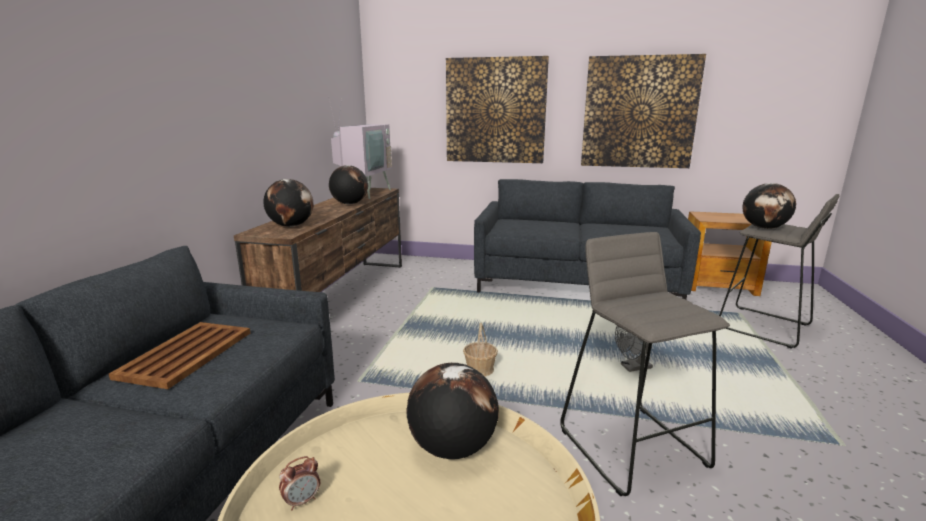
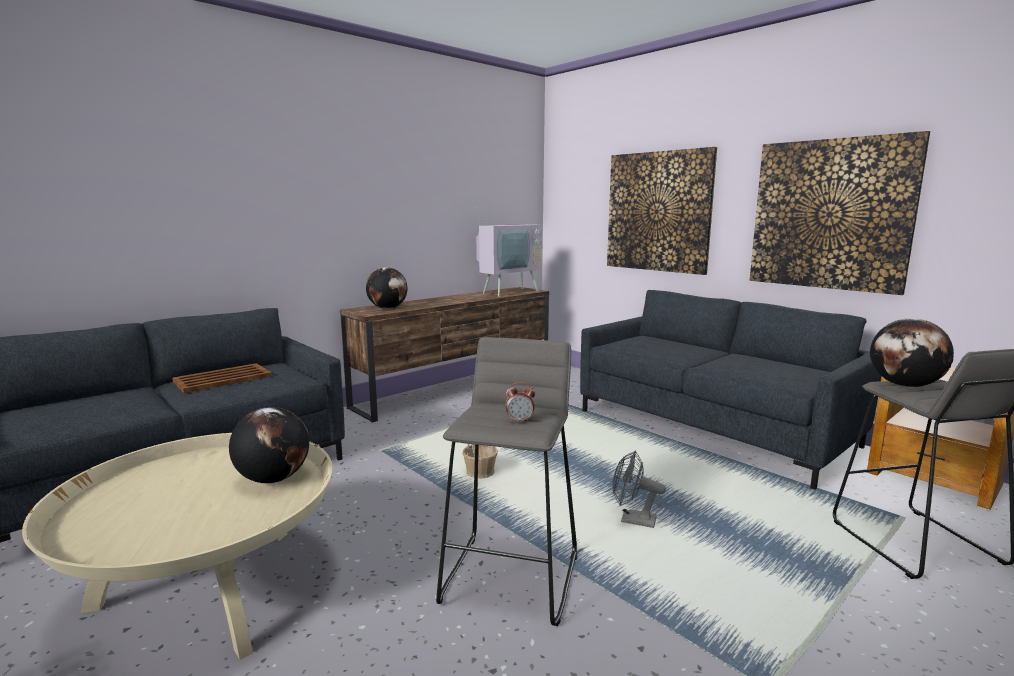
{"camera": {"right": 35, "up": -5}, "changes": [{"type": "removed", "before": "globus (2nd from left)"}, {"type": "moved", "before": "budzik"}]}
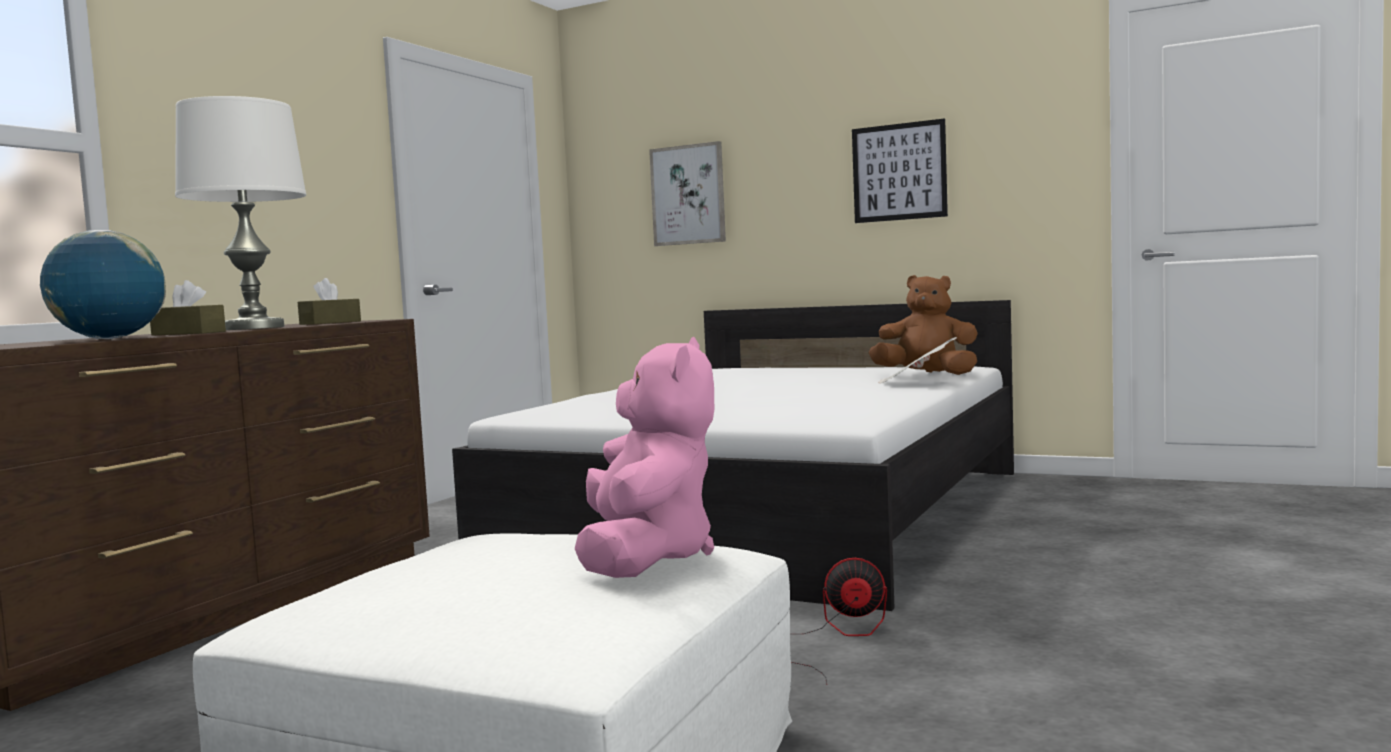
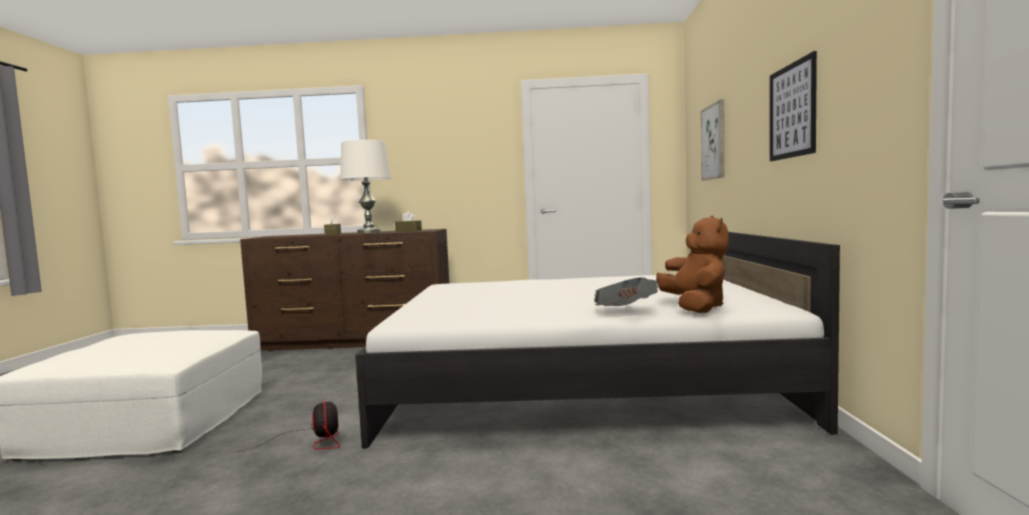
{"camera": {"right": 65, "up": 0}, "changes": [{"type": "removed", "before": "globus"}, {"type": "removed", "before": "pluszak (różowy)"}]}
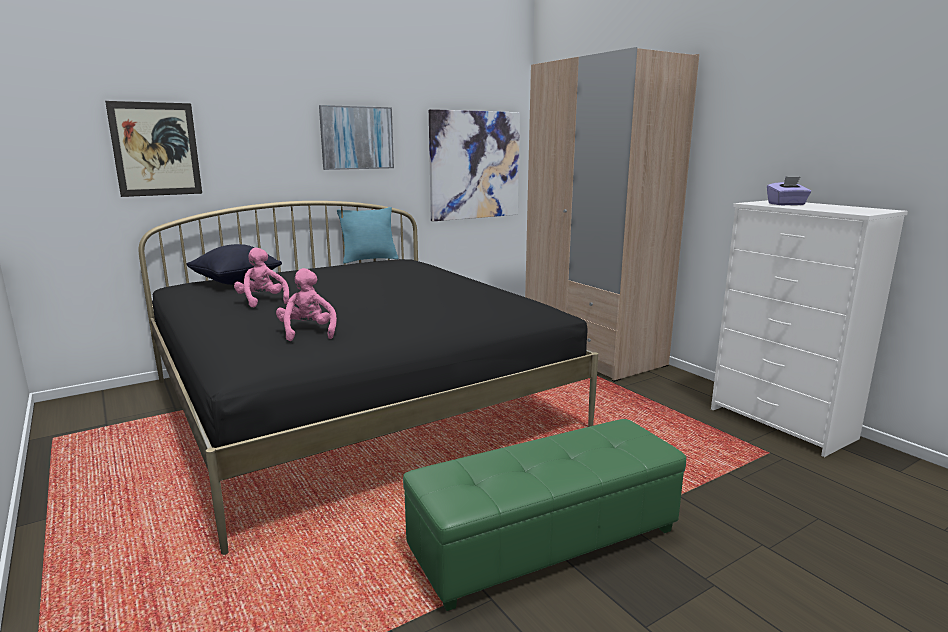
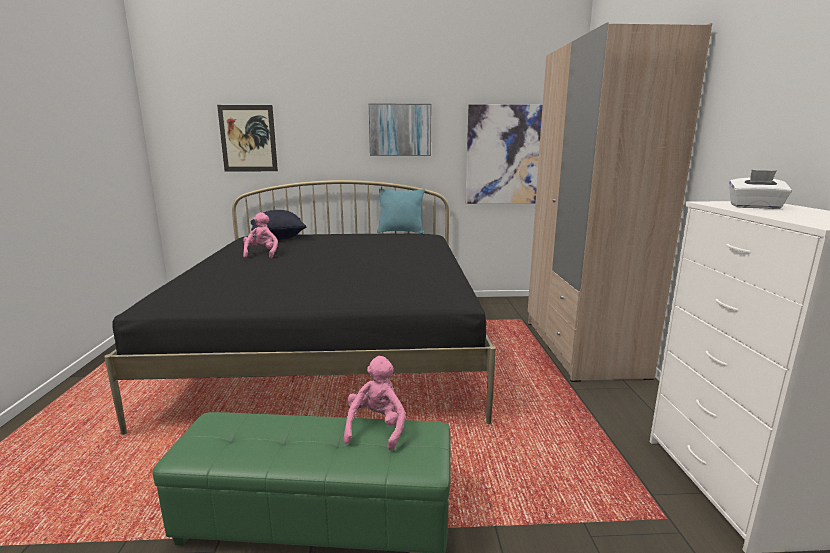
{"camera": {"right": 30, "up": 0}, "changes": [{"type": "moved", "before": "pluszak (różowy) (2nd from left)"}, {"type": "recoloured", "before": "pudełko chusteczek (fioletowy)", "after": "pudełko chusteczek (biały)"}]}
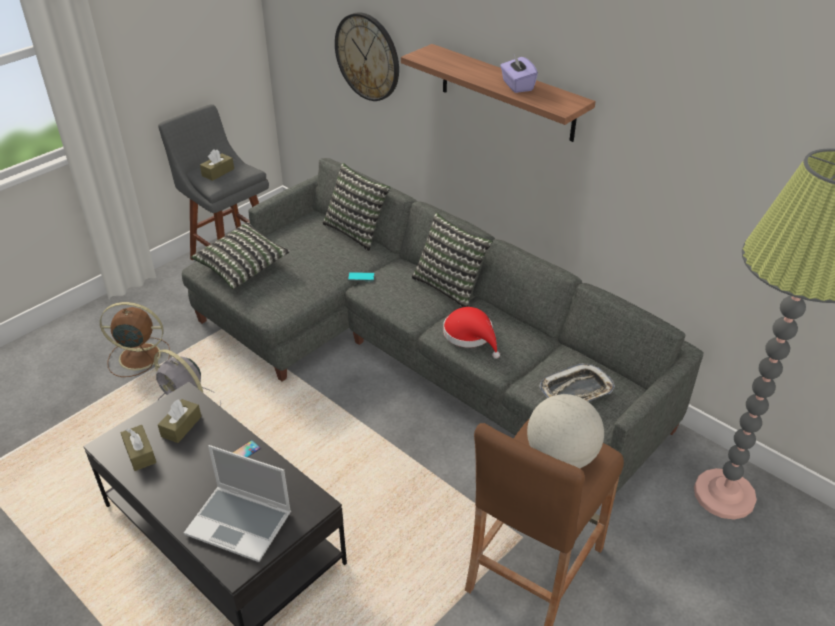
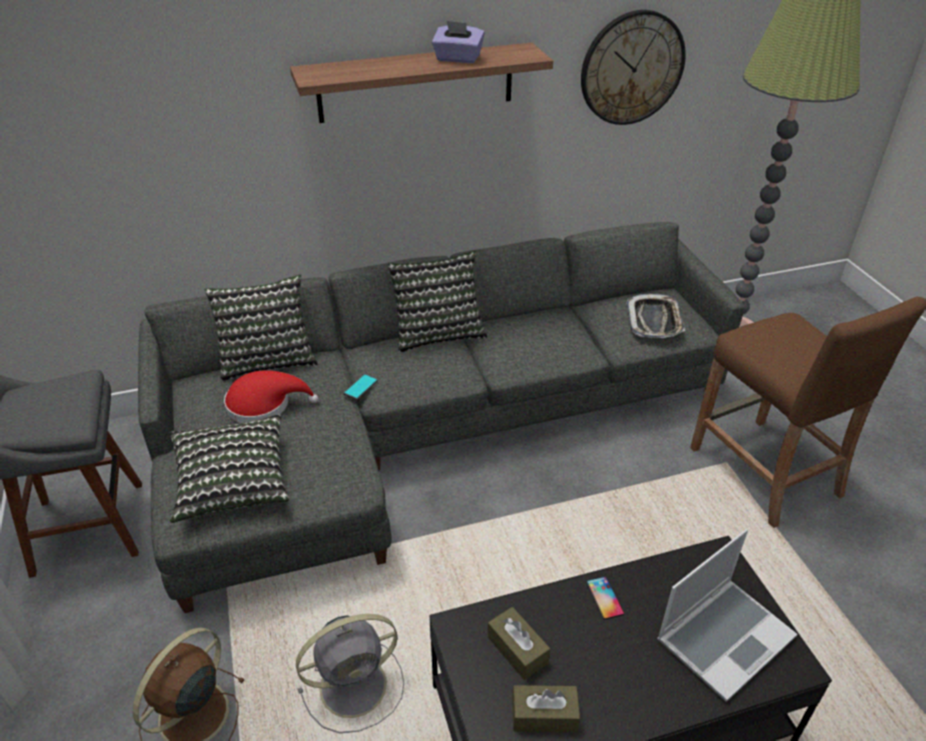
{"camera": {"right": -60, "up": 0}, "changes": [{"type": "removed", "before": "pudełko chusteczek (brązowy) (3rd from left)"}, {"type": "removed", "before": "globus"}, {"type": "moved", "before": "zegar ścienny"}, {"type": "moved", "before": "kapelusz (czerwony)"}]}
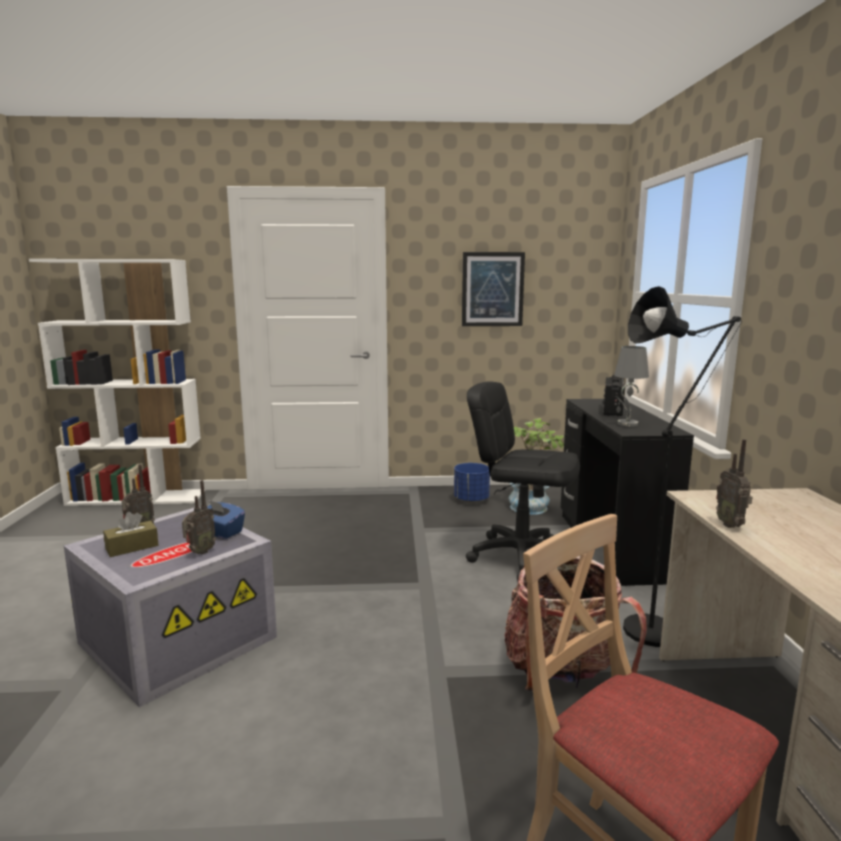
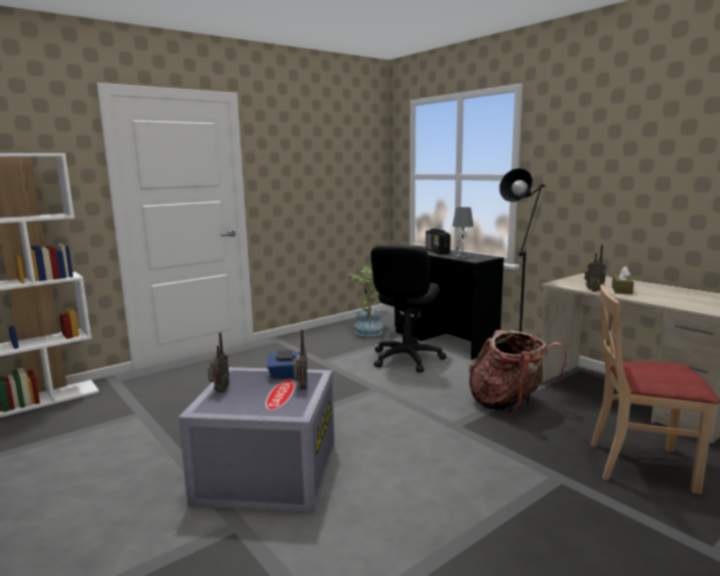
{"camera": {"right": -35, "up": 0}, "changes": [{"type": "removed", "before": "donica (niebieski)"}, {"type": "removed", "before": "obraz"}, {"type": "moved", "before": "pudełko chusteczek (brązowy)"}, {"type": "turned", "before": "krzesło biurowe (czarny)", "turn": -60}]}
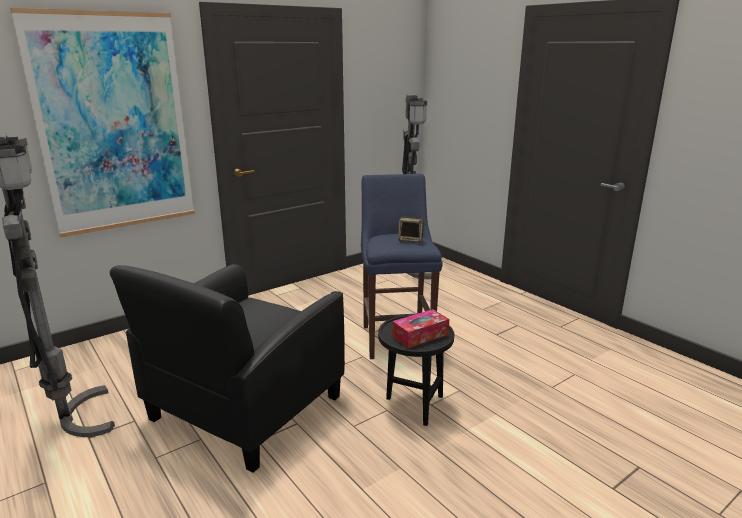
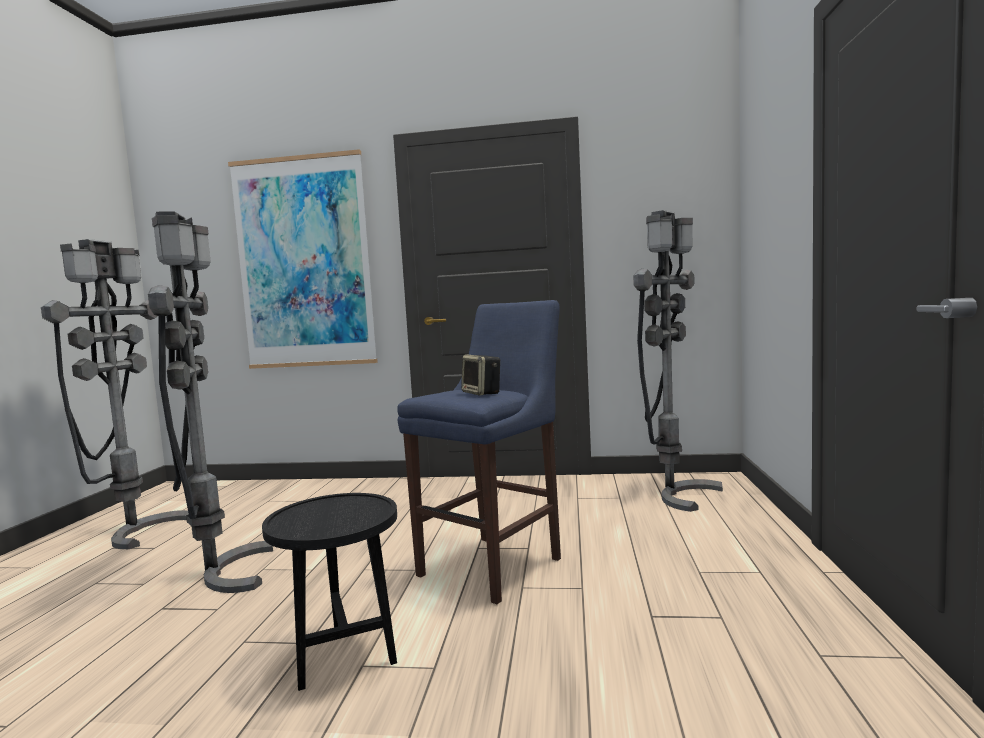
{"camera": {"right": 45, "up": -15}, "changes": [{"type": "removed", "before": "pudełko chusteczek"}, {"type": "replaced", "before": "fotel (czarny)", "after": "lampa stojąca (szary) (2nd from left)"}]}
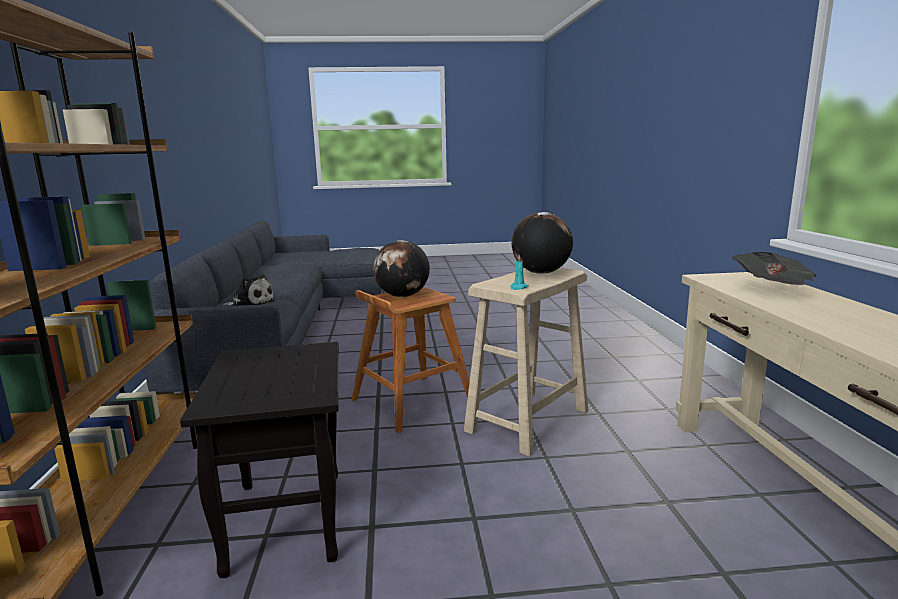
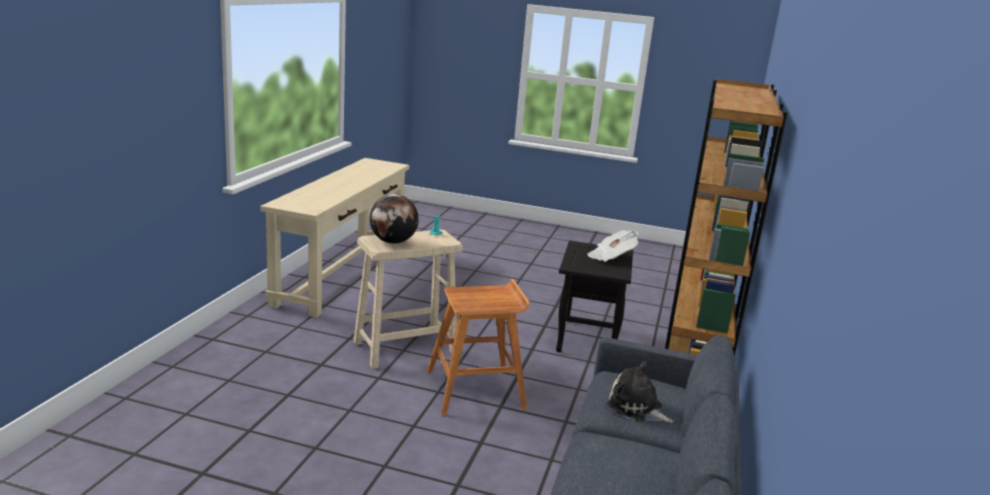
{"camera": {"right": -160, "up": 5}, "changes": [{"type": "removed", "before": "globus (1st from left)"}, {"type": "moved", "before": "gazeta"}]}
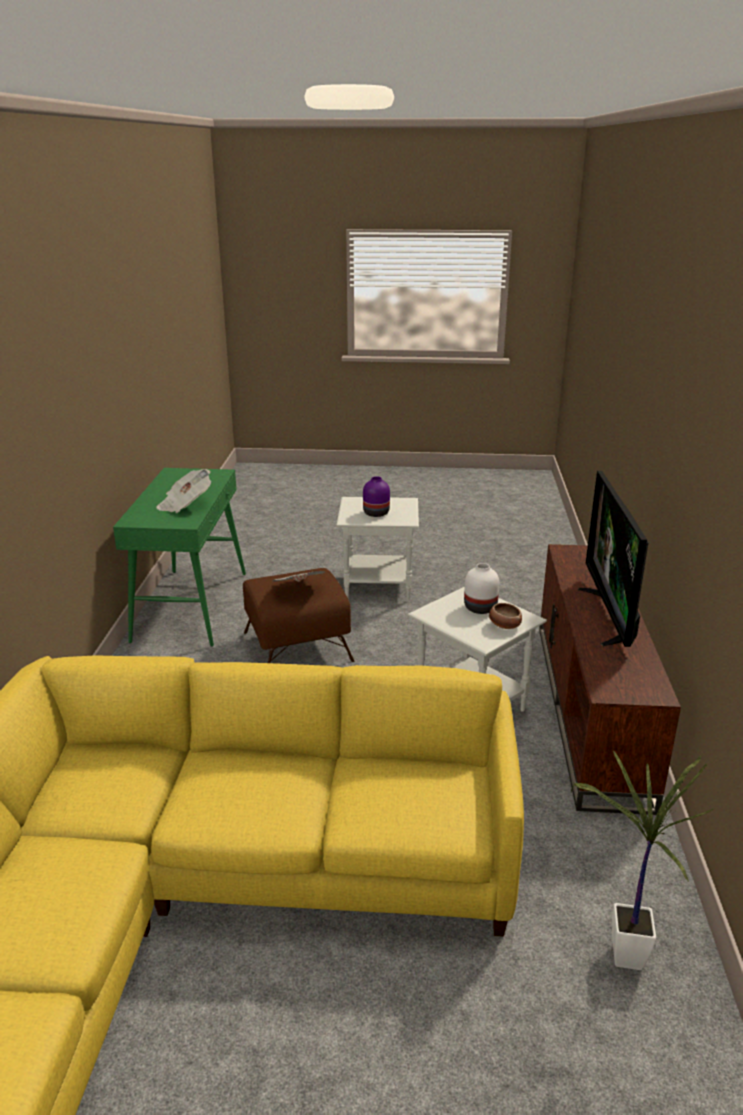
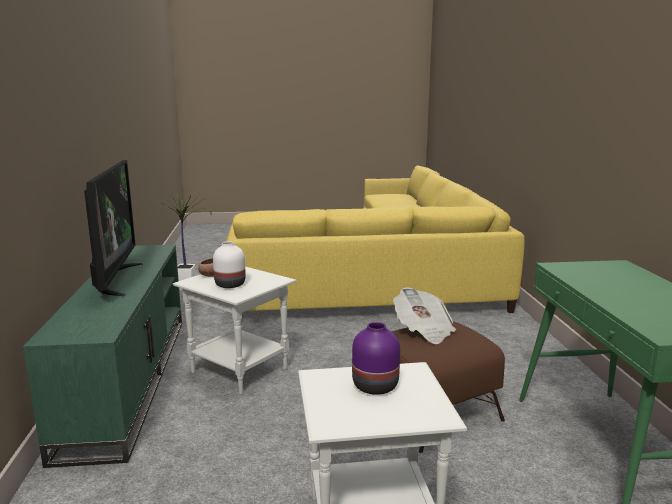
{"camera": {"right": 170, "up": -10}, "changes": [{"type": "removed", "before": "gazeta (1st from left)"}, {"type": "recoloured", "before": "szafka pod telewizor (brązowy)", "after": "szafka pod telewizor (zielony)"}]}
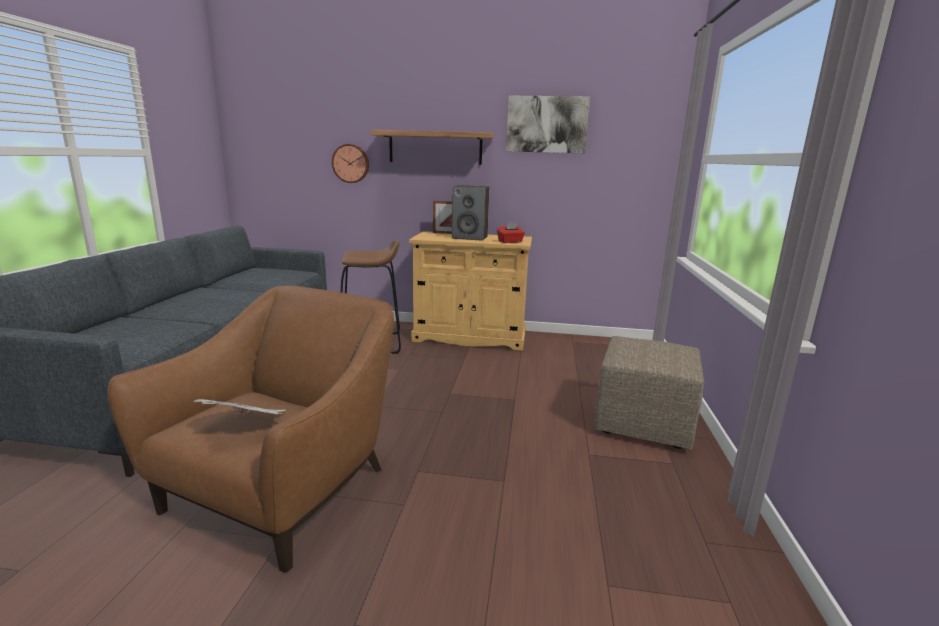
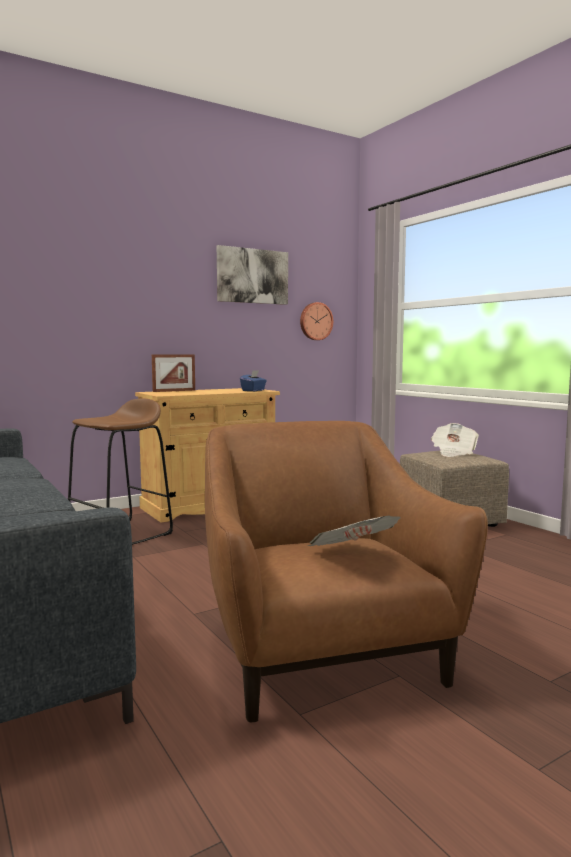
{"camera": {"right": -40, "up": -10}, "changes": [{"type": "removed", "before": "półka"}, {"type": "removed", "before": "głośnik"}, {"type": "added", "after": "gazeta (2nd from left)"}, {"type": "moved", "before": "zegar ścienny"}, {"type": "recoloured", "before": "pudełko chusteczek (czerwony)", "after": "pudełko chusteczek (niebieski)"}]}
